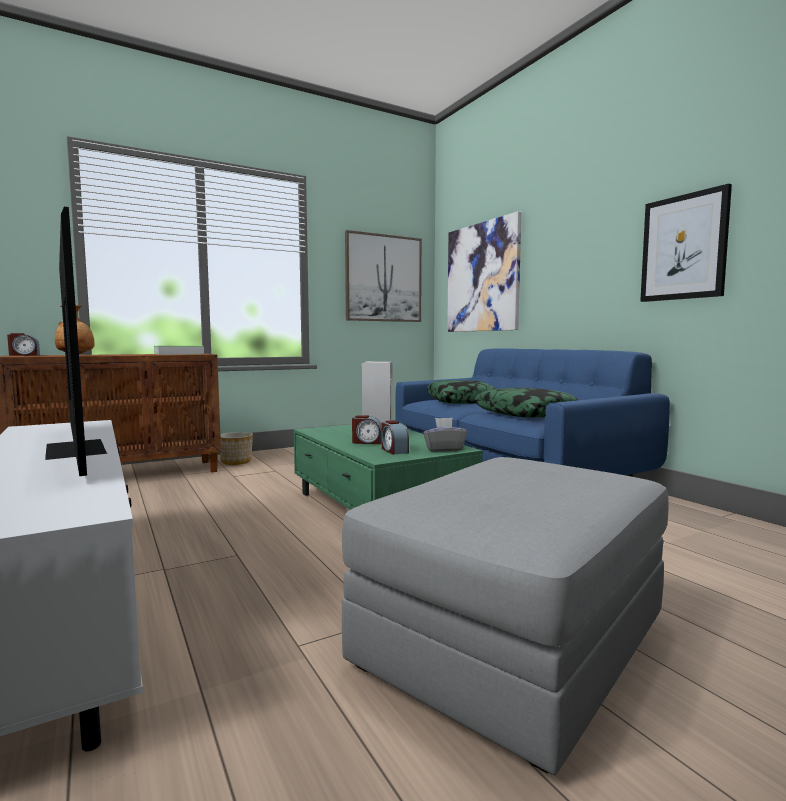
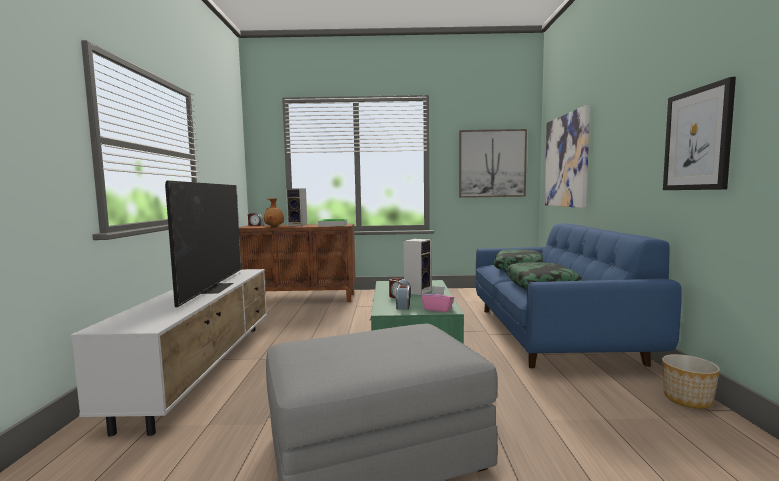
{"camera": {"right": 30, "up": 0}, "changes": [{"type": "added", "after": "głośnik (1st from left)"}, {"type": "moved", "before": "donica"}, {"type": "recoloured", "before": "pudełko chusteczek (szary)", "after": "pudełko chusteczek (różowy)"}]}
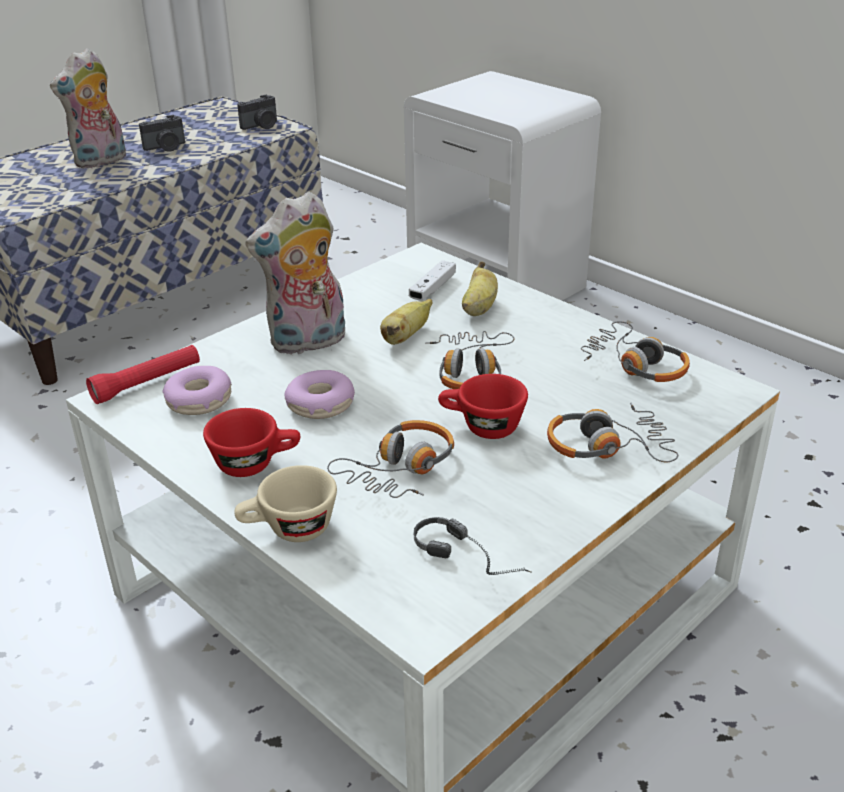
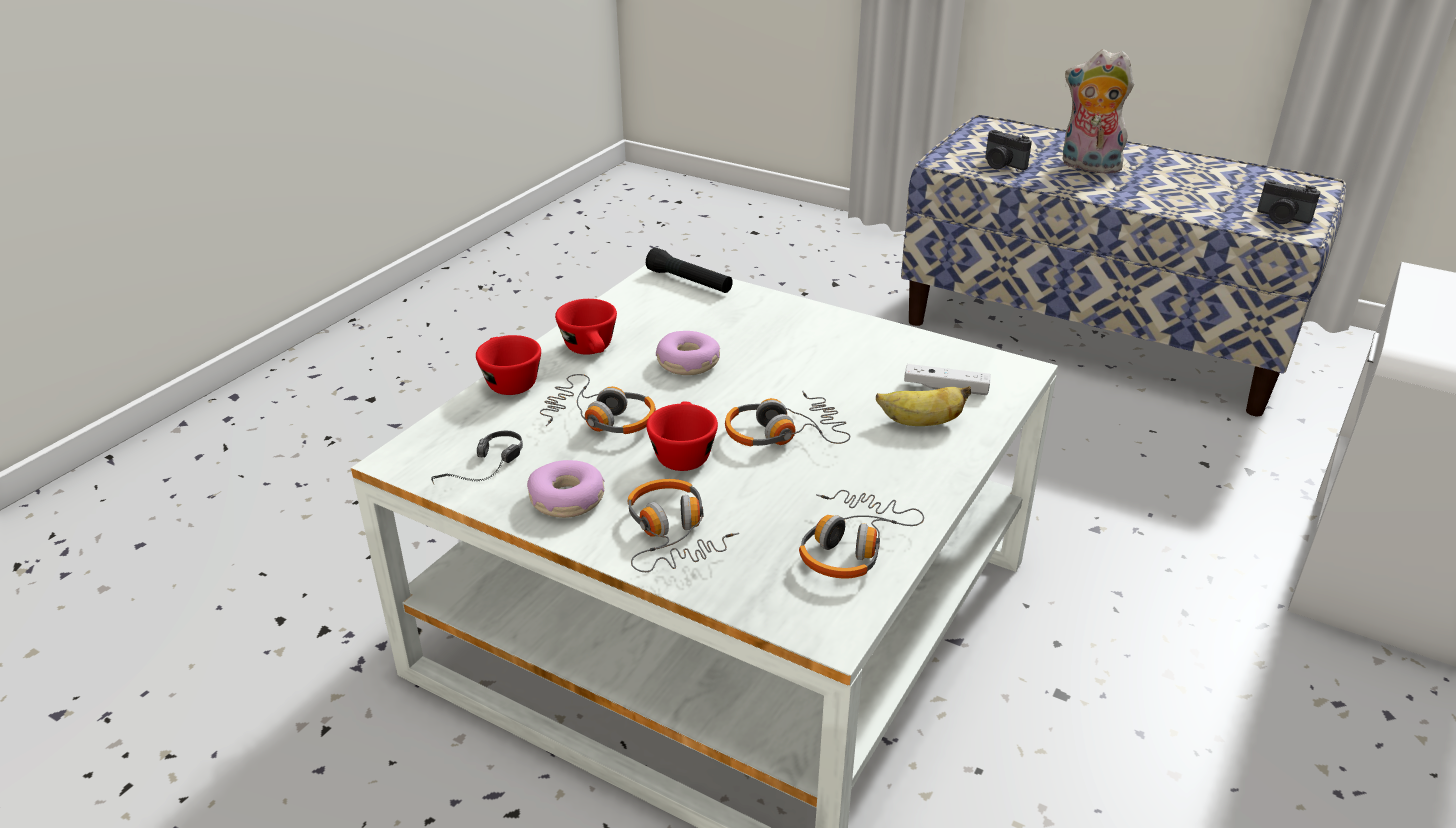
{"camera": {"right": 75, "up": 0}, "changes": [{"type": "removed", "before": "pluszak (2nd from left)"}, {"type": "removed", "before": "banan (1st from left)"}, {"type": "moved", "before": "aparat fotograficzny (1st from left)"}, {"type": "moved", "before": "donut (1st from left)"}, {"type": "recoloured", "before": "latarka (czerwony)", "after": "latarka (czarny)"}, {"type": "recoloured", "before": "filiżanka (beżowy)", "after": "filiżanka (czerwony) (1st from left)"}]}
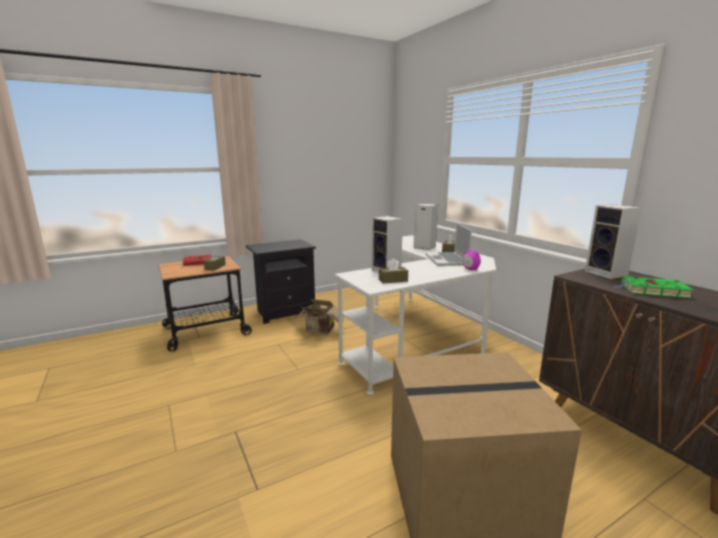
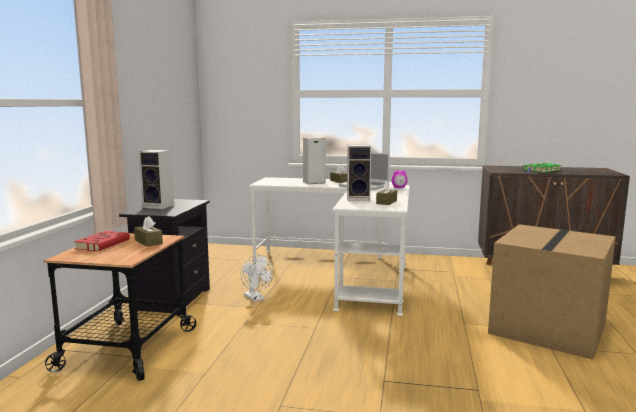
{"camera": {"right": -50, "up": -5}, "changes": [{"type": "moved", "before": "głośnik (3rd from left in the first image)", "after": "głośnik (1st from left)"}, {"type": "replaced", "before": "karton (1st from left)", "after": "wentylator (biały)"}]}
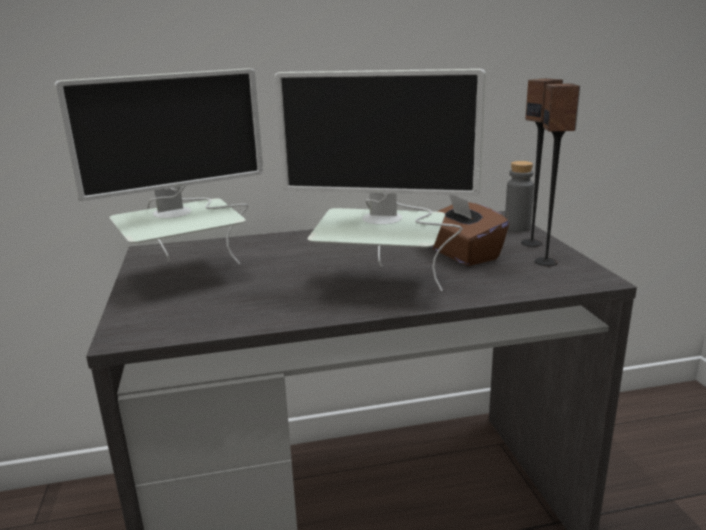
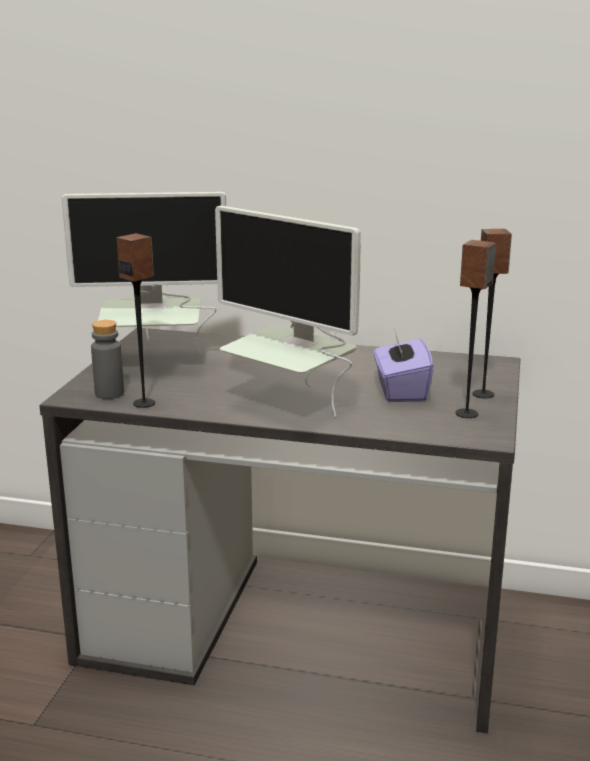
{"camera": {"right": 25, "up": 0}, "changes": [{"type": "added", "after": "głośnik (1st from left)"}, {"type": "moved", "before": "butelka (szary)"}, {"type": "recoloured", "before": "pudełko chusteczek (brązowy)", "after": "pudełko chusteczek (fioletowy)"}]}
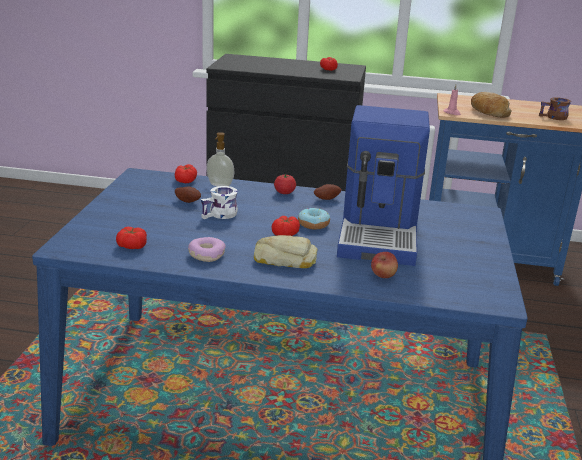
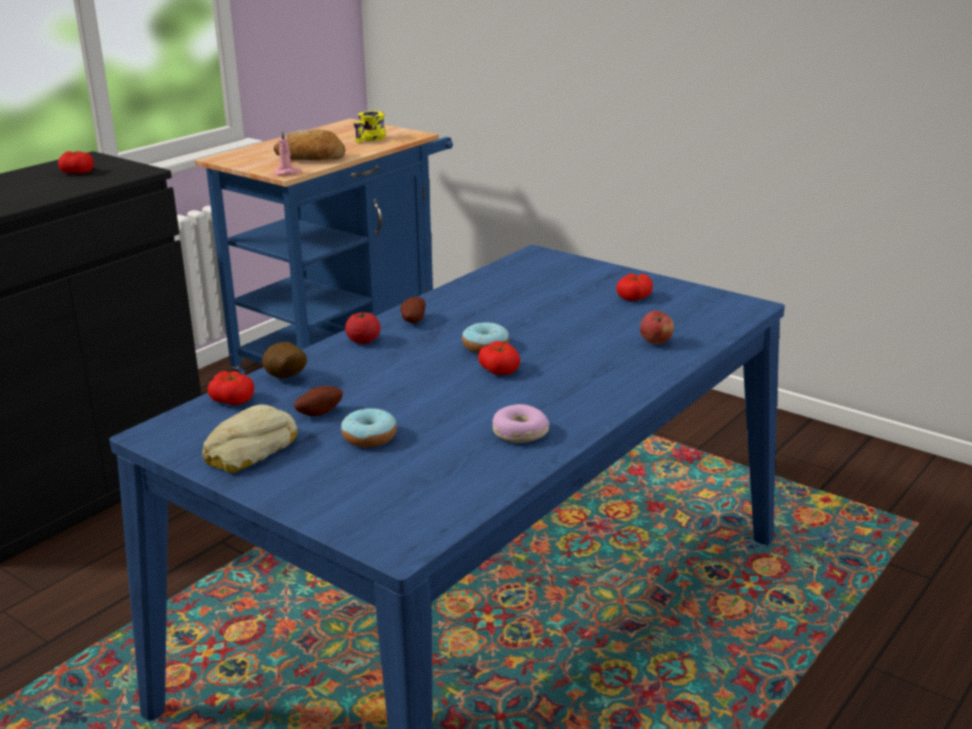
{"camera": {"right": -60, "up": 0}, "changes": [{"type": "removed", "before": "kubek (biały)"}, {"type": "removed", "before": "ekspres do kawy"}, {"type": "added", "after": "donut (1st from left)"}, {"type": "moved", "before": "pomidor (1st from left in the first image)", "after": "pomidor (5th from left)"}, {"type": "moved", "before": "chleb (1st from left)"}, {"type": "replaced", "before": "dozownik mydła", "after": "ziemniak (1st from left)"}, {"type": "recoloured", "before": "kubek (brązowy)", "after": "kubek (żółty)"}]}
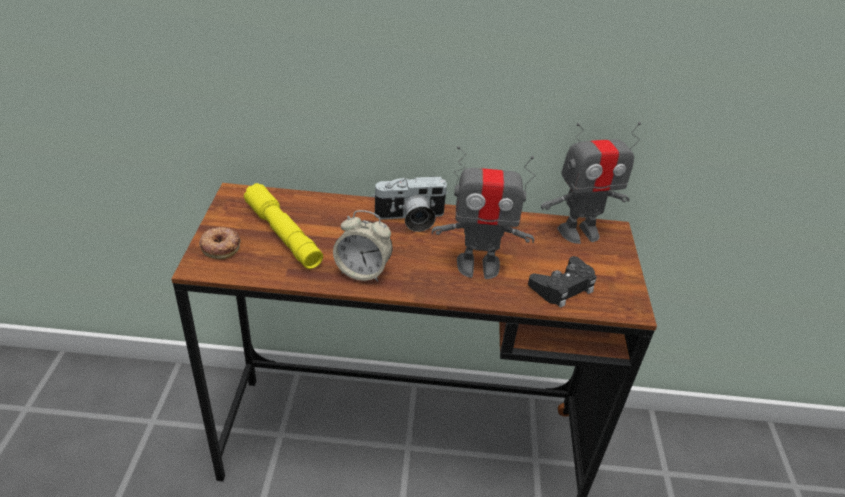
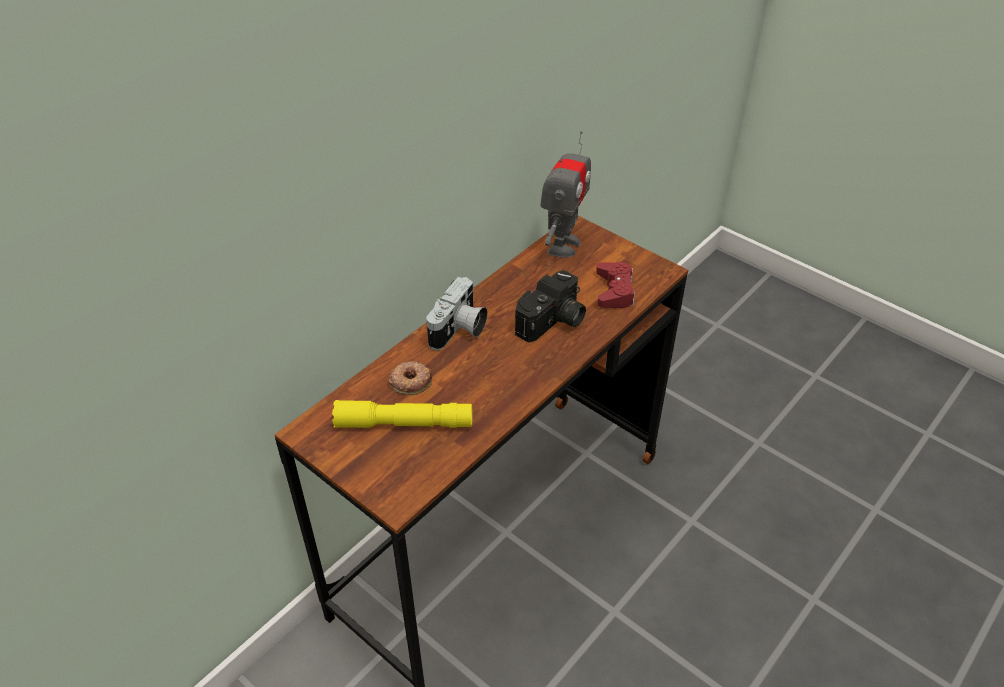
{"camera": {"right": -50, "up": 5}, "changes": [{"type": "removed", "before": "budzik"}, {"type": "moved", "before": "donut"}, {"type": "replaced", "before": "robot zabawkowy (1st from left)", "after": "aparat fotograficzny (2nd from left)"}, {"type": "recoloured", "before": "pad do gier (czarny)", "after": "pad do gier (czerwony)"}]}
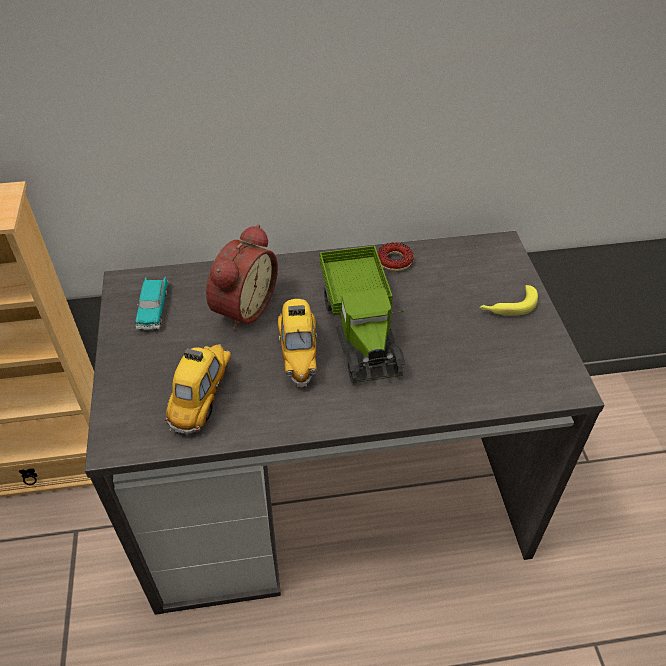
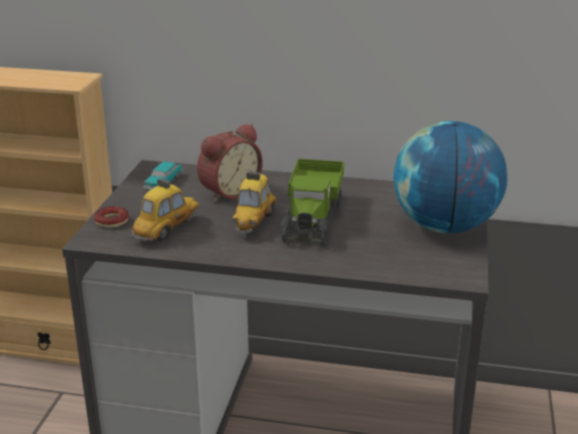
{"camera": {"right": 20, "up": -20}, "changes": [{"type": "moved", "before": "donut"}, {"type": "replaced", "before": "banan", "after": "globus"}]}
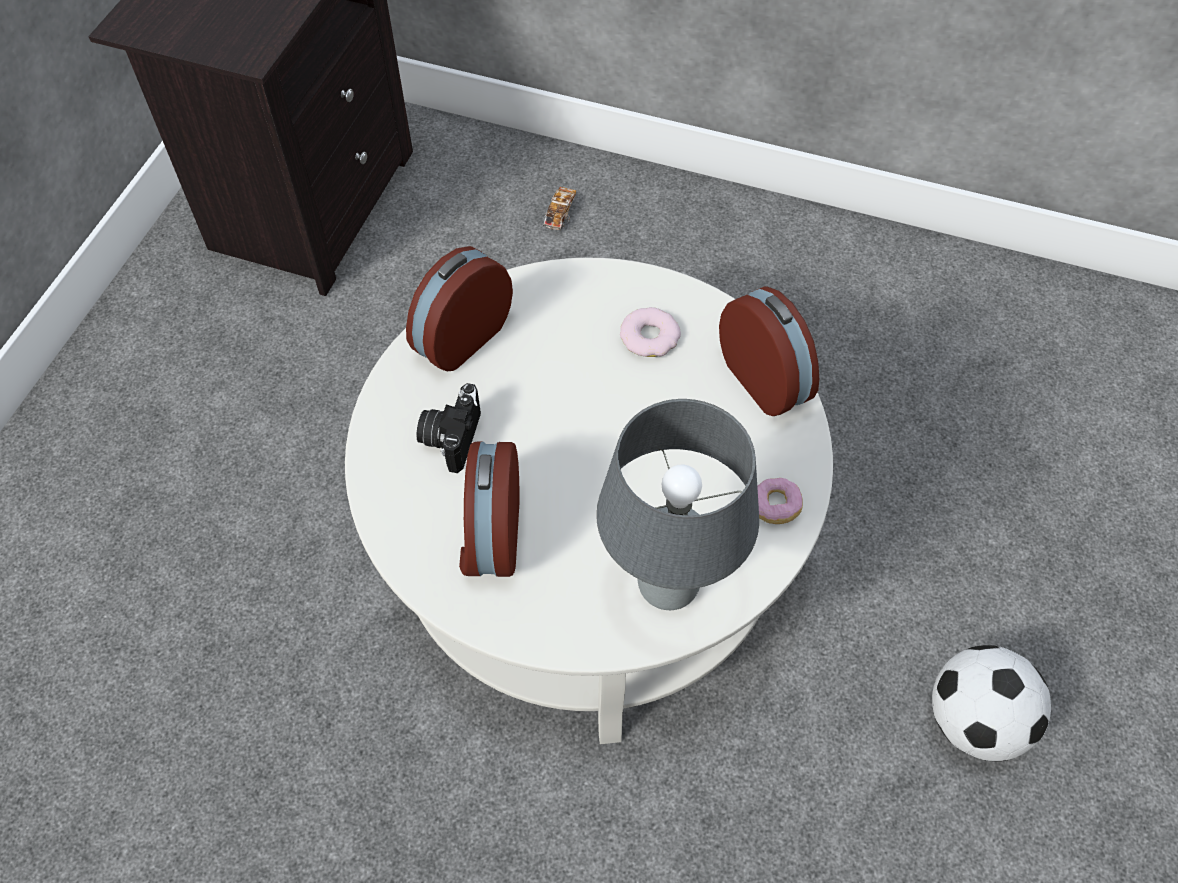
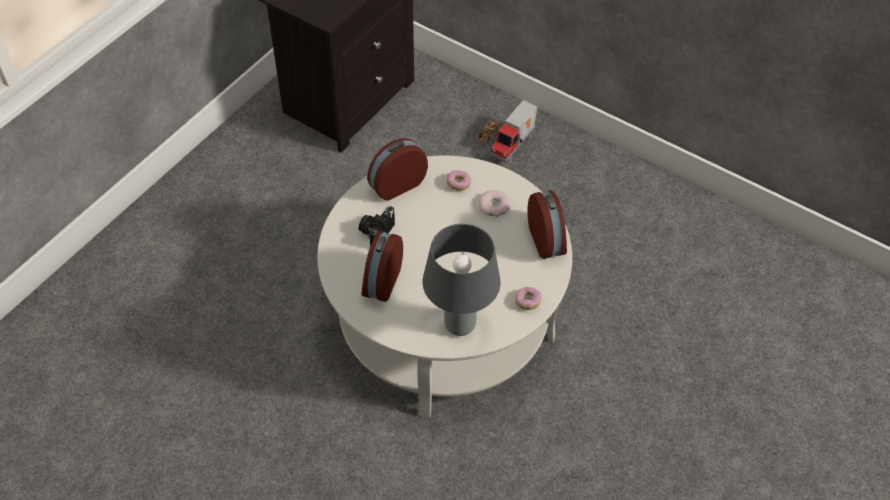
{"camera": {"right": 15, "up": -5}, "changes": [{"type": "removed", "before": "piłka futbolowa"}, {"type": "added", "after": "donut (1st from left)"}, {"type": "added", "after": "ciężarówka zabawkowa"}]}
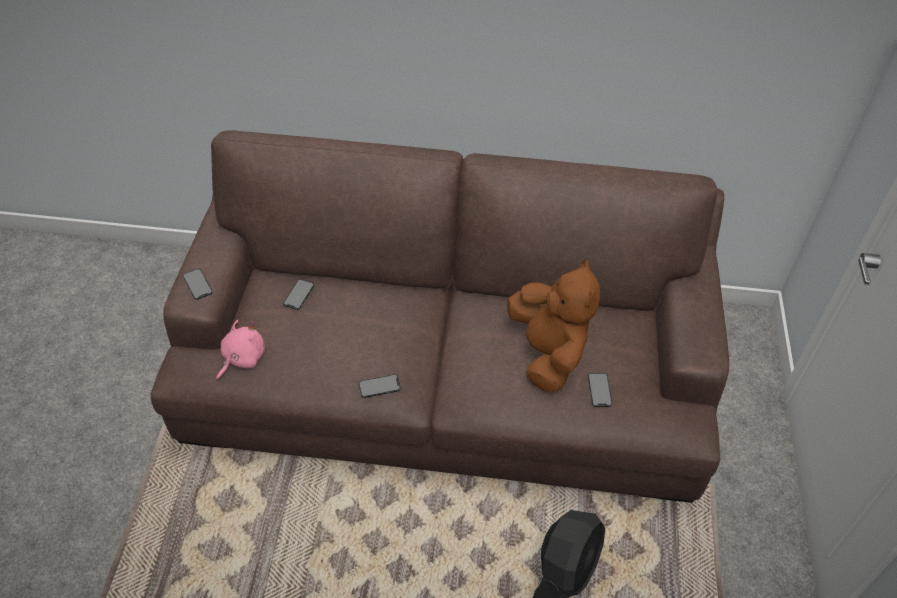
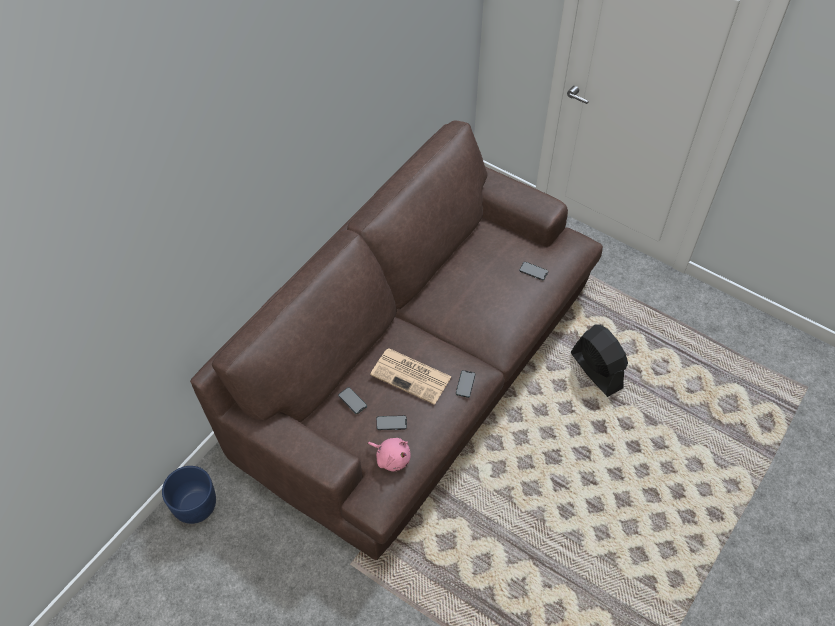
{"camera": {"right": -60, "up": 5}, "changes": [{"type": "removed", "before": "pluszak (brązowy)"}, {"type": "added", "after": "donica (niebieski)"}, {"type": "added", "after": "gazeta"}, {"type": "moved", "before": "telefon (1st from left in the first image)", "after": "telefon (2nd from left)"}, {"type": "turned", "before": "pluszak (różowy)", "turn": 150}]}
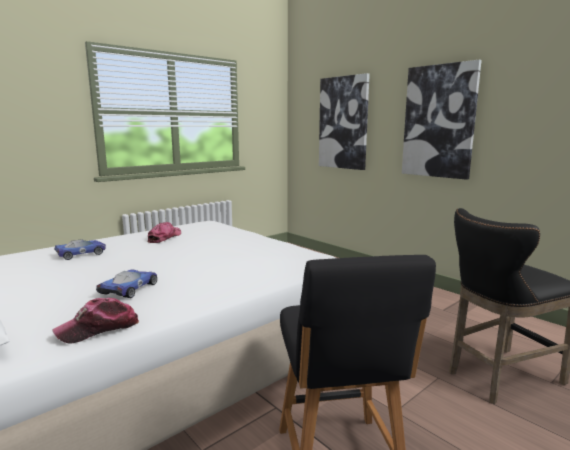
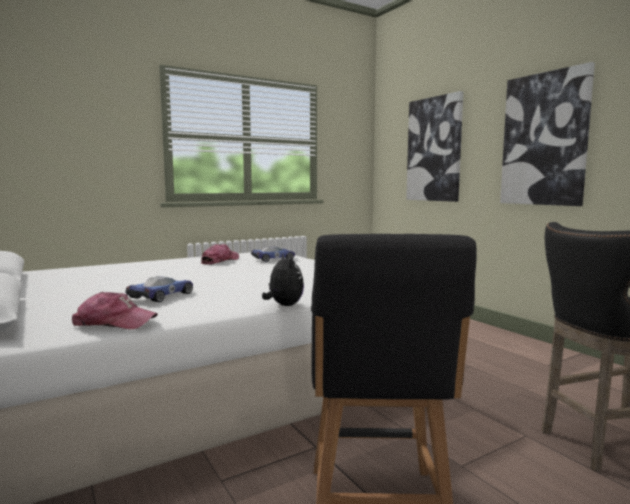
{"camera": {"right": 10, "up": -5}, "changes": [{"type": "added", "after": "pluszak"}, {"type": "moved", "before": "samochodzik (1st from left in the first image)", "after": "samochodzik (2nd from left)"}, {"type": "turned", "before": "czapka z daszkiem (1st from left)", "turn": -150}]}
